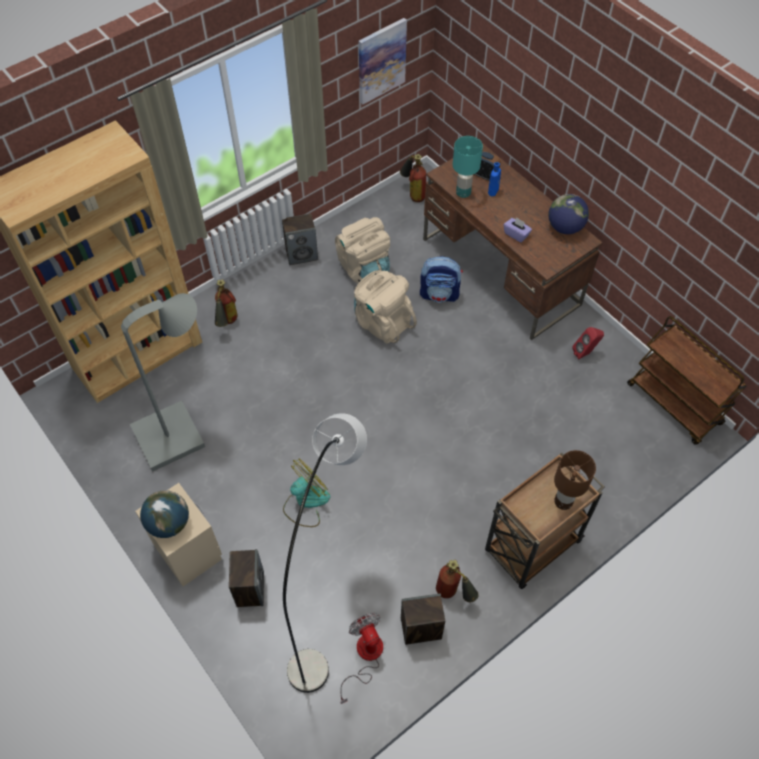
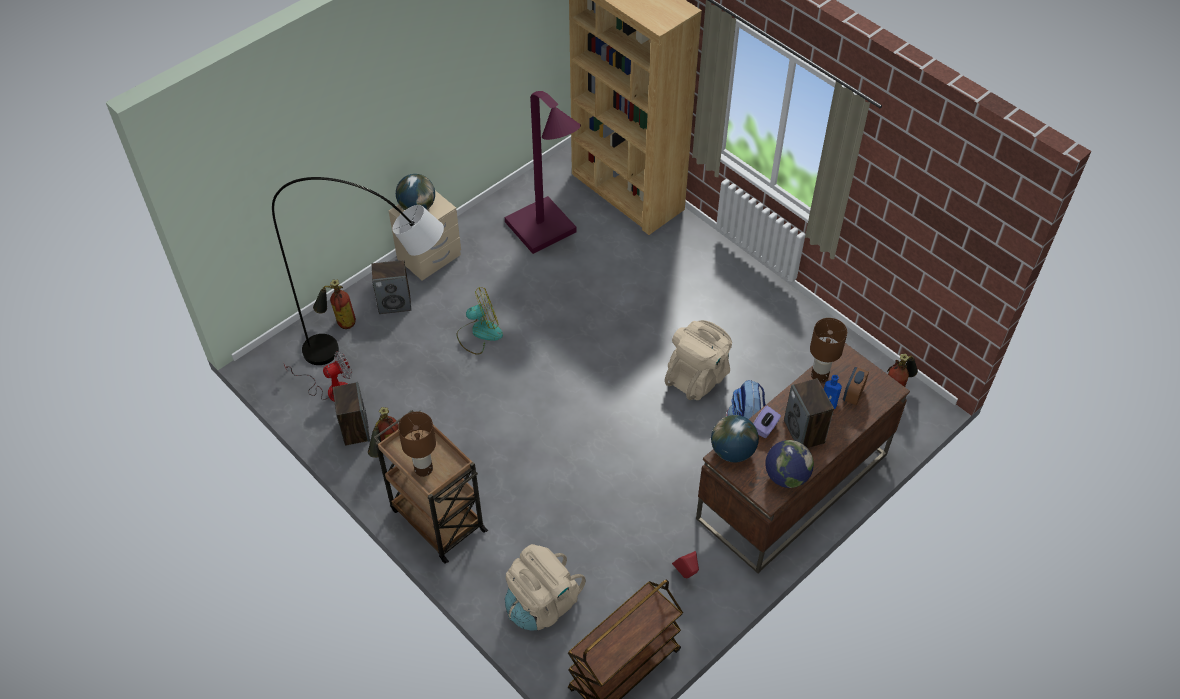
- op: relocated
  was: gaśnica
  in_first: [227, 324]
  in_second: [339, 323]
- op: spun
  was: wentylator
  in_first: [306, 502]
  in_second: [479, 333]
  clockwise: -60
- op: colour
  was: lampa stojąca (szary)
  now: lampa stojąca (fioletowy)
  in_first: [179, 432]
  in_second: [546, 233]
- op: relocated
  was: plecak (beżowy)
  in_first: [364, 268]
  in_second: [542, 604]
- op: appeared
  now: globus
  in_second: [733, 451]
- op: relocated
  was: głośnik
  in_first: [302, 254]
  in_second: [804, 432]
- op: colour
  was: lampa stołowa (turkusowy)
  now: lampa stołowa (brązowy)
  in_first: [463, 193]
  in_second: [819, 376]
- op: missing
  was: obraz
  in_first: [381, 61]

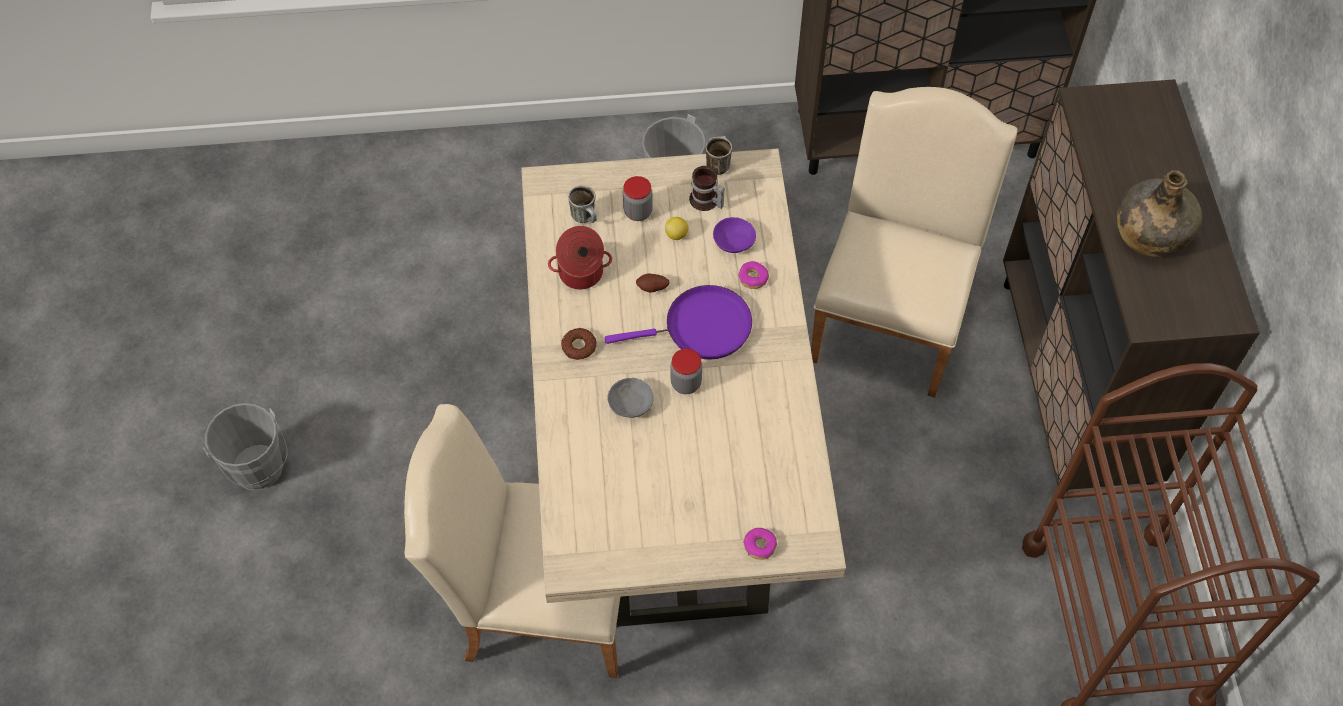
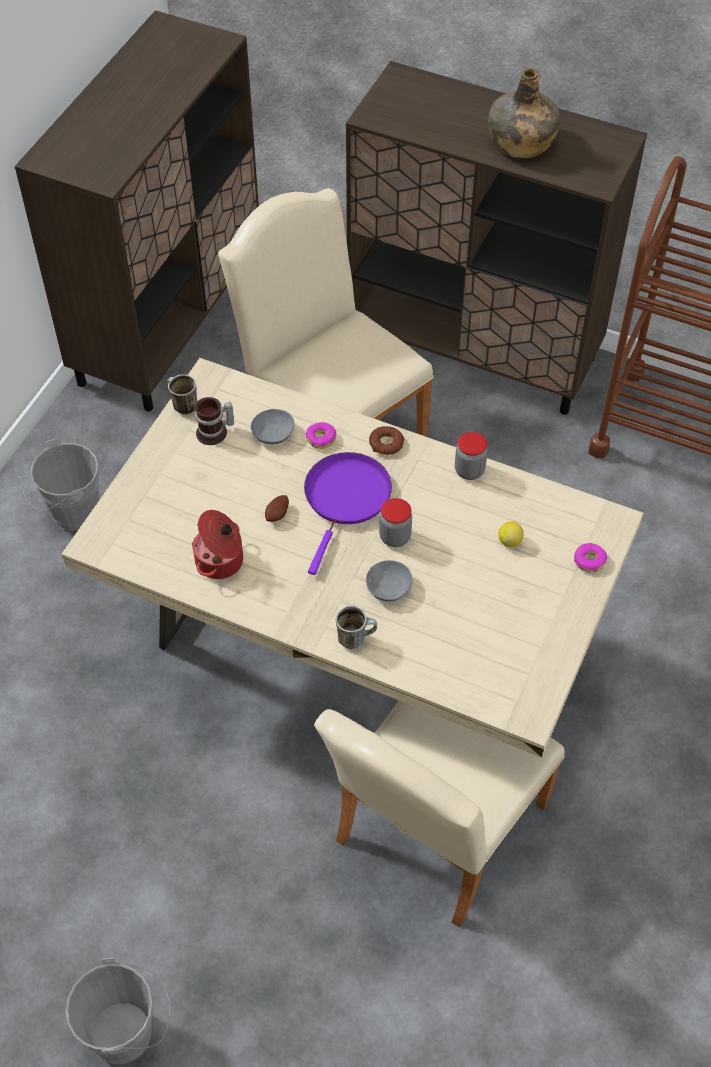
- op: colour
  was: miska (fioletowy)
  now: miska (szary)
  in_first: [735, 241]
  in_second: [273, 432]
- op: relocated
  was: kubek
  in_first: [586, 218]
  in_second: [356, 637]
- op: relocated
  was: donut
  in_first: [578, 346]
  in_second: [386, 444]
- op: relocated
  was: słoik
  in_first: [638, 212]
  in_second: [469, 470]
- op: relocated
  was: cytryna
  in_first: [676, 234]
  in_second: [509, 541]

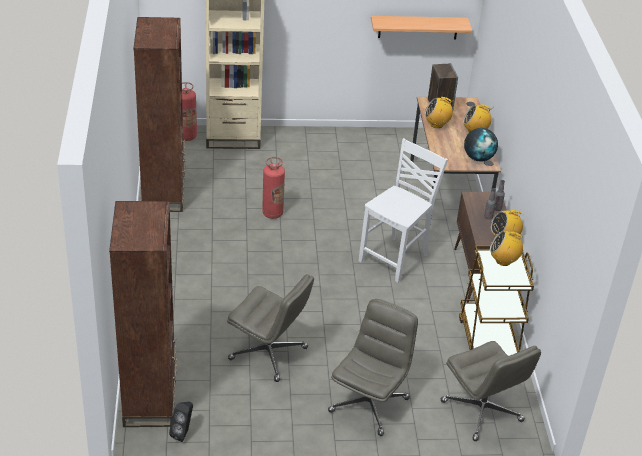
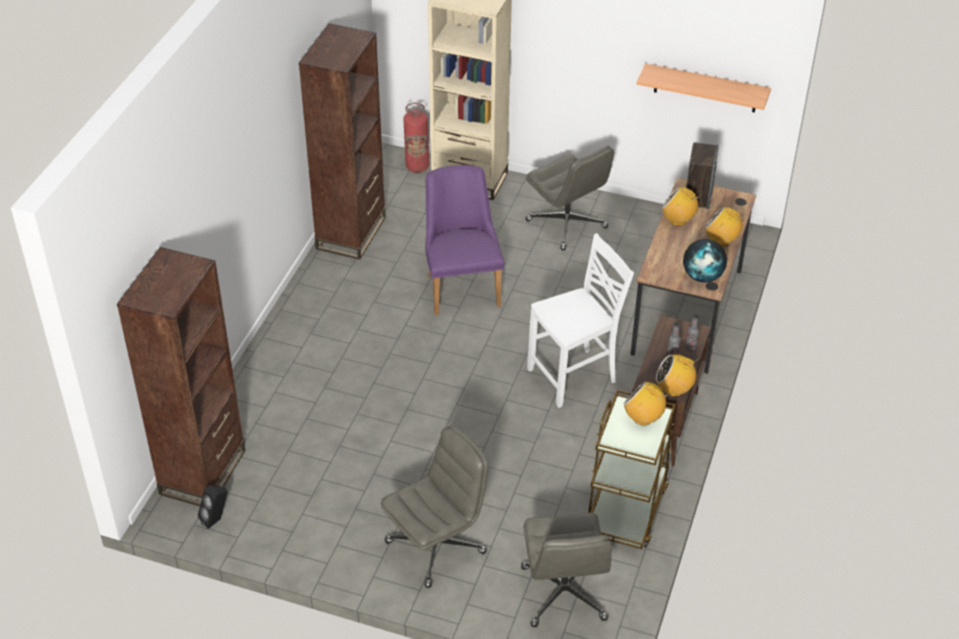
- op: exchanged
  was: gaśnica
  now: krzesło (fioletowy)
  in_first: [272, 213]
  in_second: [461, 285]
- op: relocated
  was: krzesło biurowe (szary)
  in_first: [269, 354]
  in_second: [567, 225]

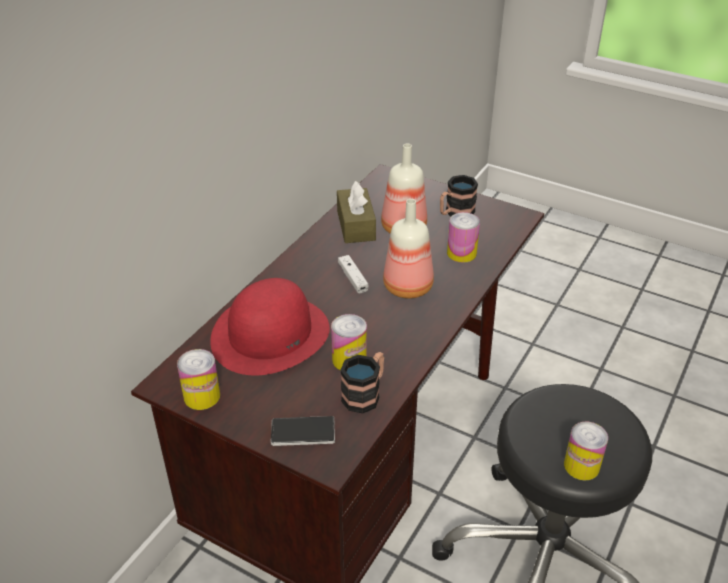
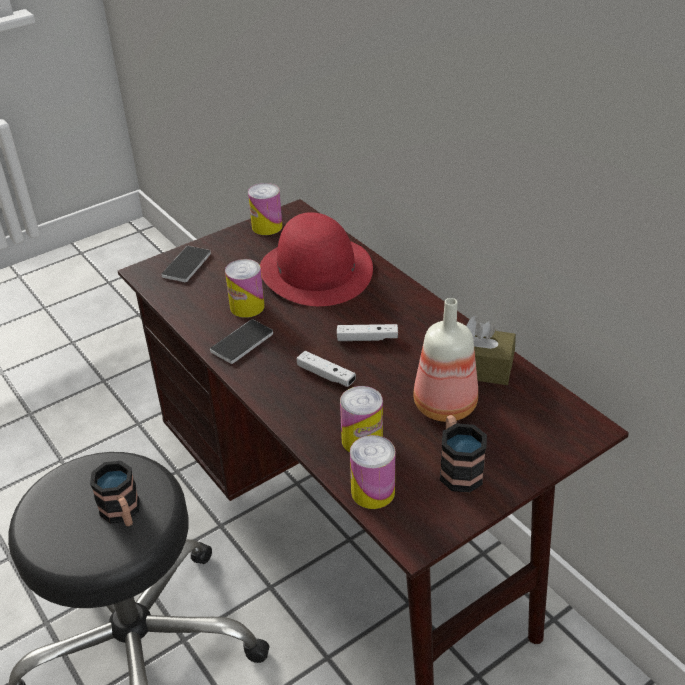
- op: relocated
  was: kubek
  in_first: [365, 394]
  in_second: [122, 513]
- op: appeared
  now: telefon
  in_second: [242, 343]
- op: exchanged
  was: butelka
  now: pad do gier (biały)
  in_first: [409, 287]
  in_second: [326, 375]
- op: relocated
  was: puszka
  in_first: [581, 466]
  in_second: [373, 492]

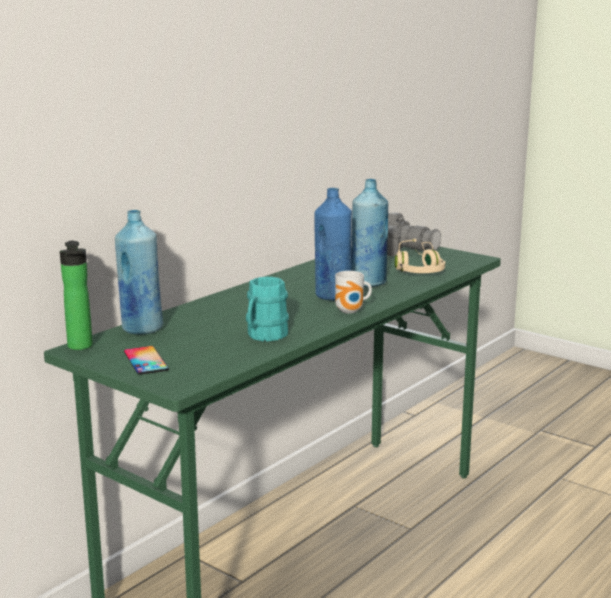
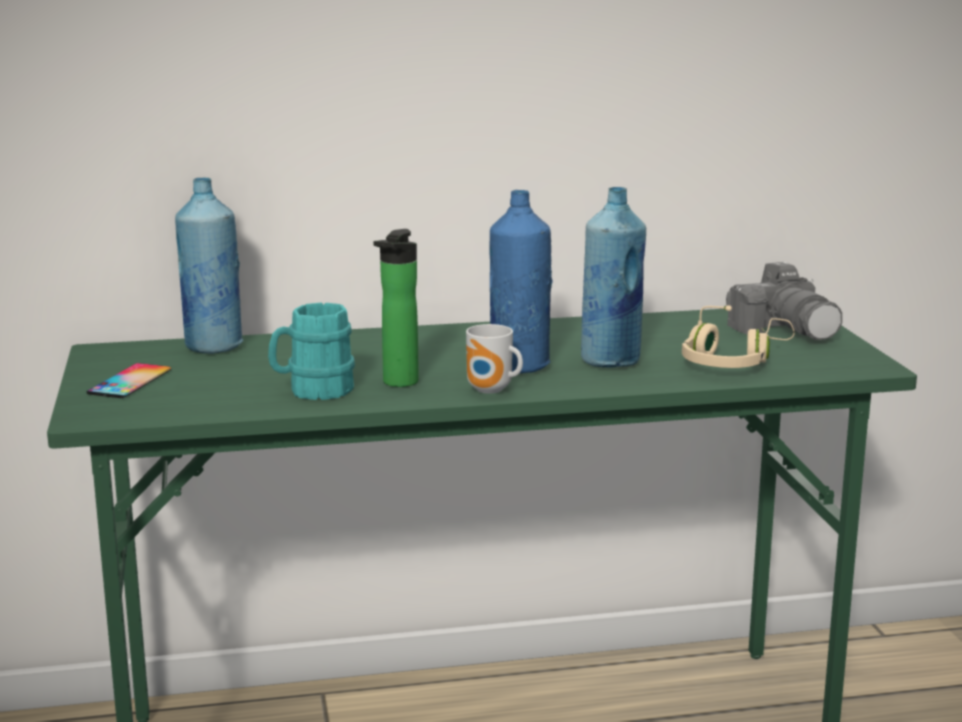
- op: relocated
  was: butelka
  in_first: [80, 347]
  in_second: [398, 383]

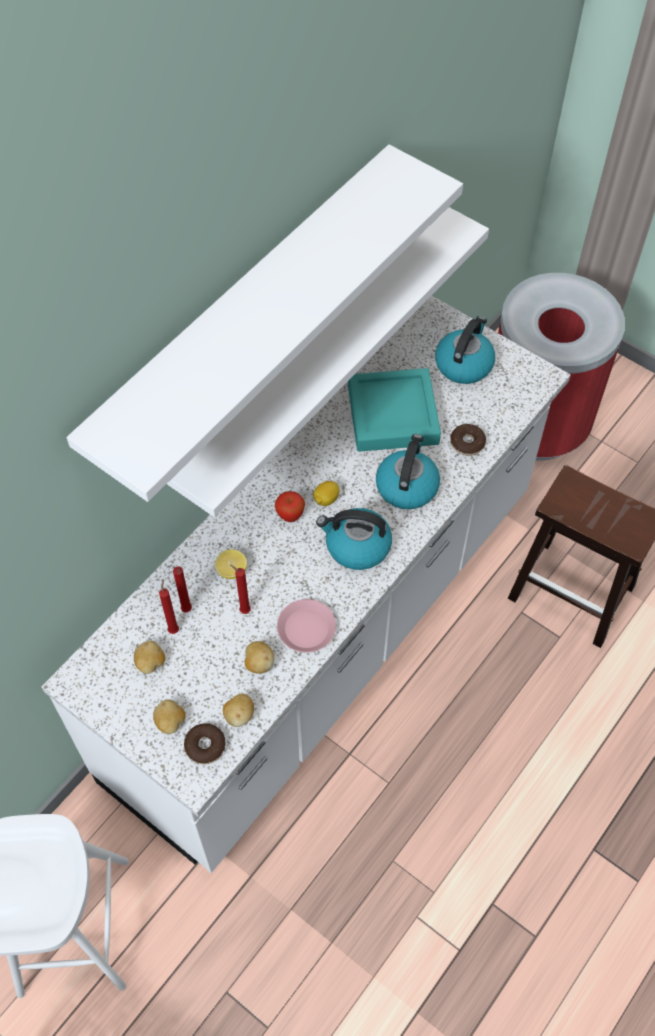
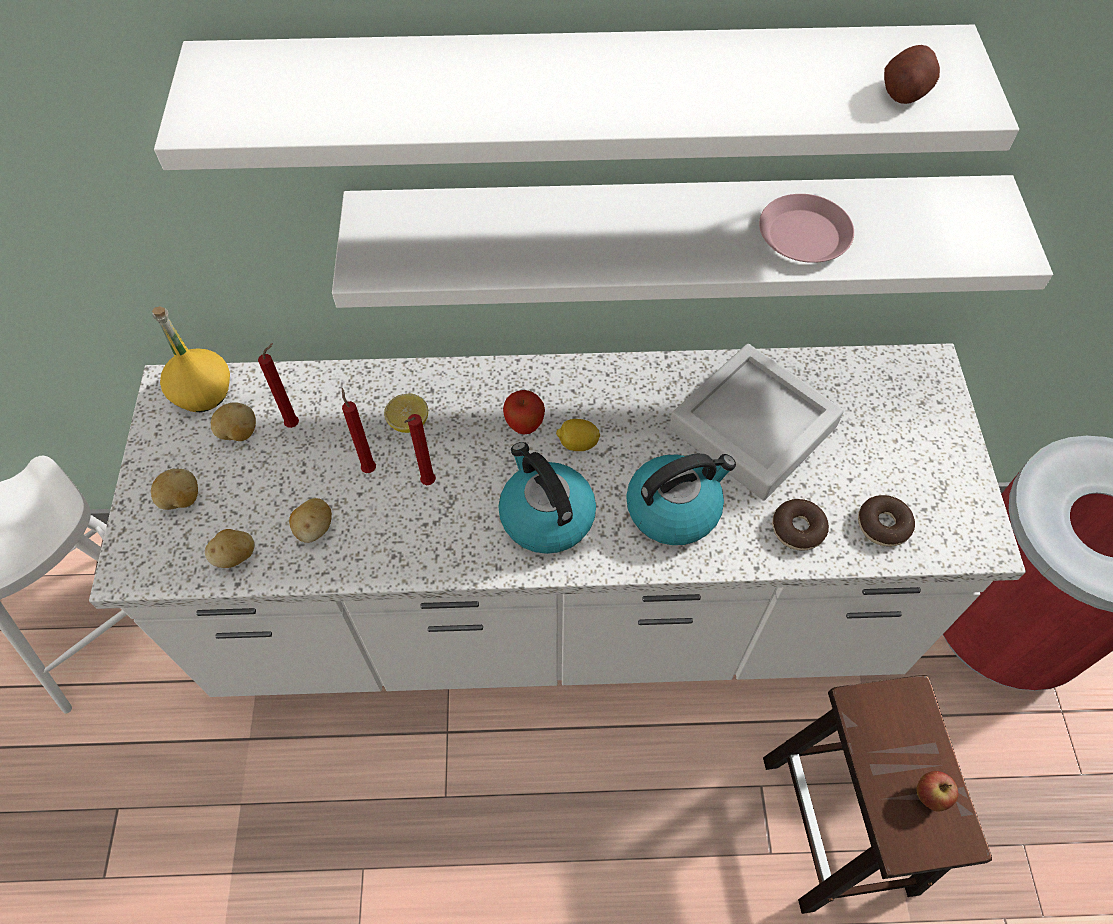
- op: appeared
  now: butelka (żółty)
  in_second: [203, 392]
- op: relocated
  was: świeca (czerwony)
  in_first: [187, 611]
  in_second: [427, 483]
- op: colour
  was: taca (turkusowy)
  now: taca (szary)
  in_first: [392, 415]
  in_second: [752, 427]
- op: relocated
  was: talerz (różowy)
  in_first: [307, 628]
  in_second: [804, 236]
- op: relocated
  was: donut
  in_first: [205, 746]
  in_second: [883, 525]
- op: appeared
  now: ziemniak
  in_second: [904, 92]
- op: appeared
  now: jabłko
  in_second: [929, 795]
- op: missing
  was: czajnik
  in_first: [464, 364]

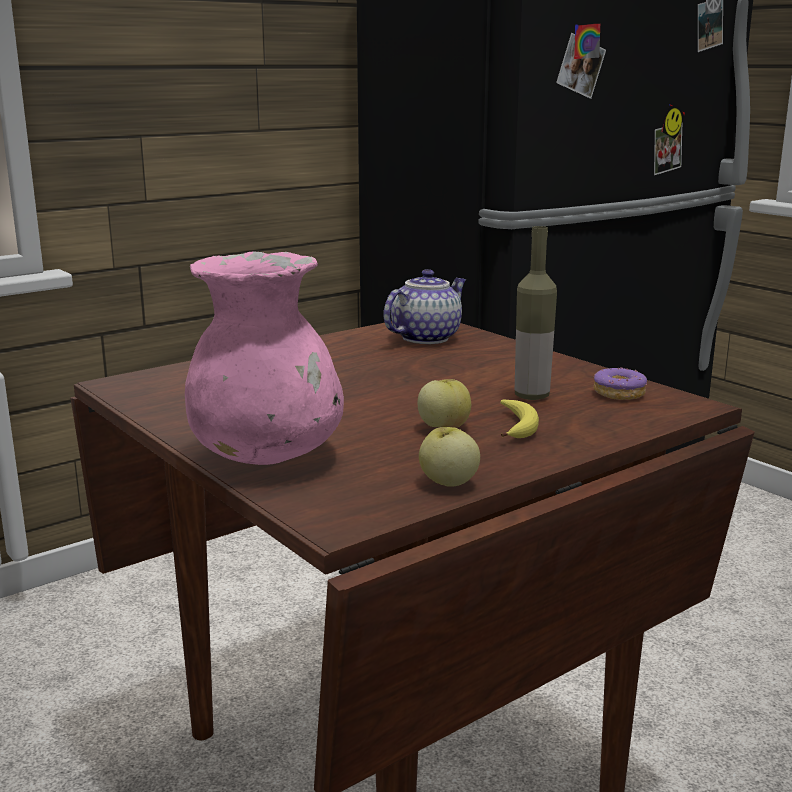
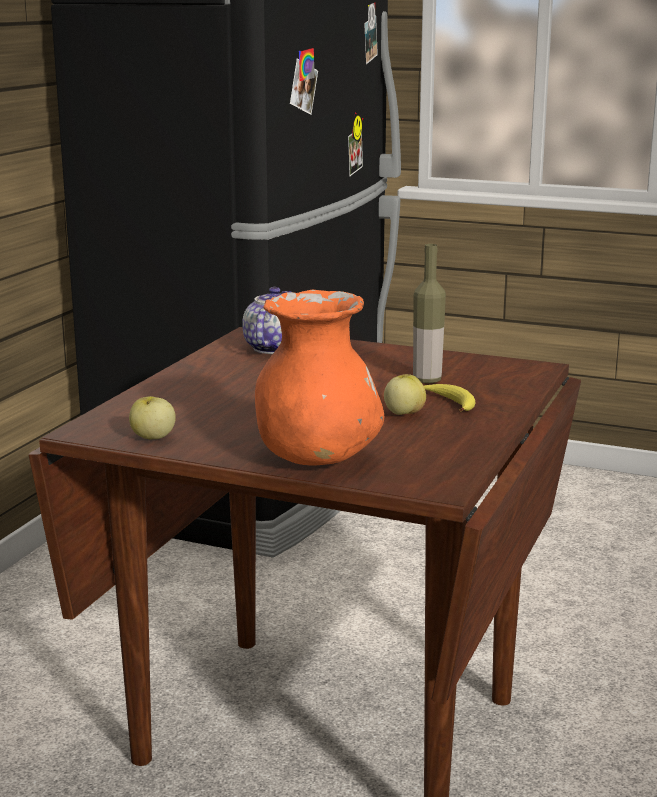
- op: relocated
  was: jabłko
  in_first: [448, 483]
  in_second: [152, 437]
- op: colour
  was: wazon (różowy)
  now: wazon (pomarańczowy)
  in_first: [267, 456]
  in_second: [316, 459]
- op: missing
  was: donut
  in_first: [619, 393]

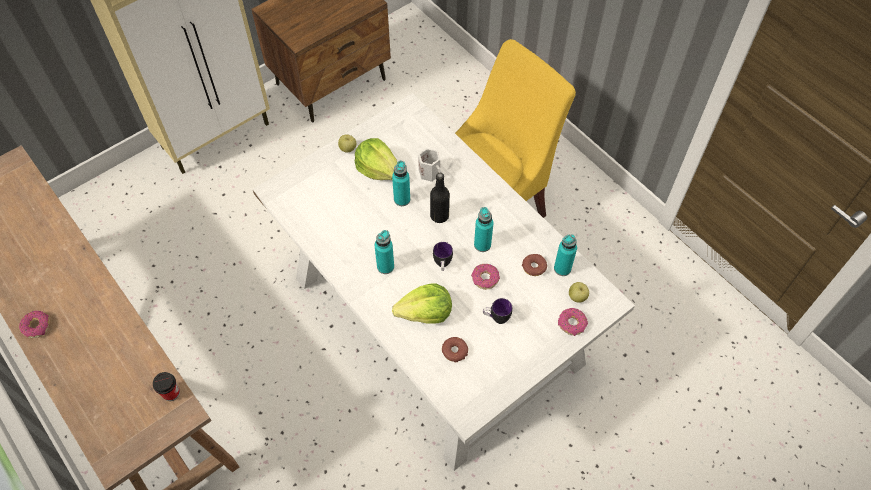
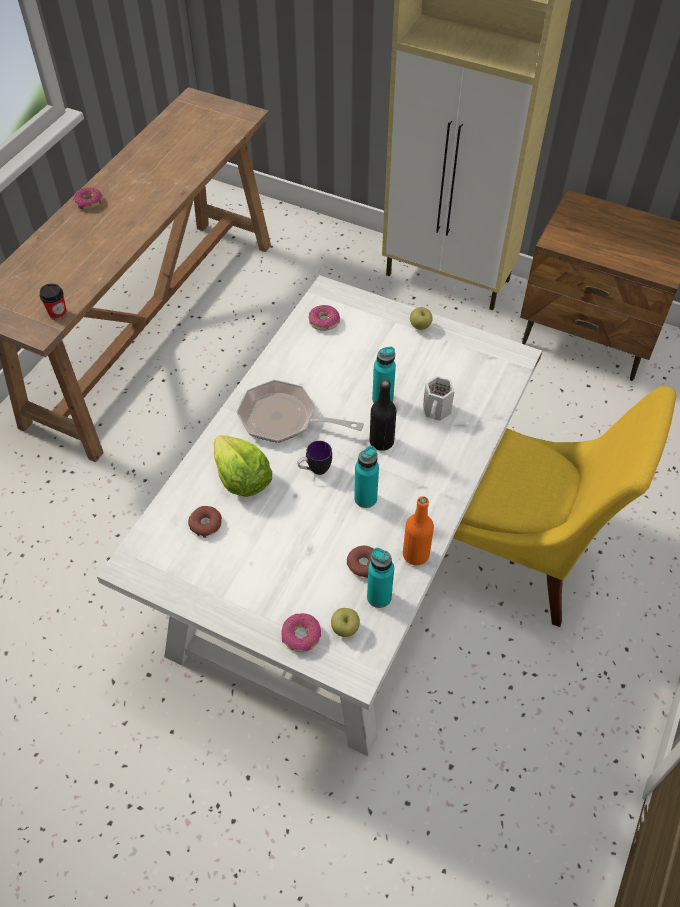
- op: exchanged
  was: butelka (turkusowy)
  now: patelnia
  in_first: [385, 266]
  in_second: [284, 419]
- op: relocated
  was: donut
  in_first: [485, 279]
  in_second: [324, 321]
- op: appeared
  now: butelka (pomarańczowy)
  in_second: [416, 554]
- op: missing
  was: sałata
  in_first: [378, 169]
- op: missing
  was: kubek
  in_first: [496, 318]

